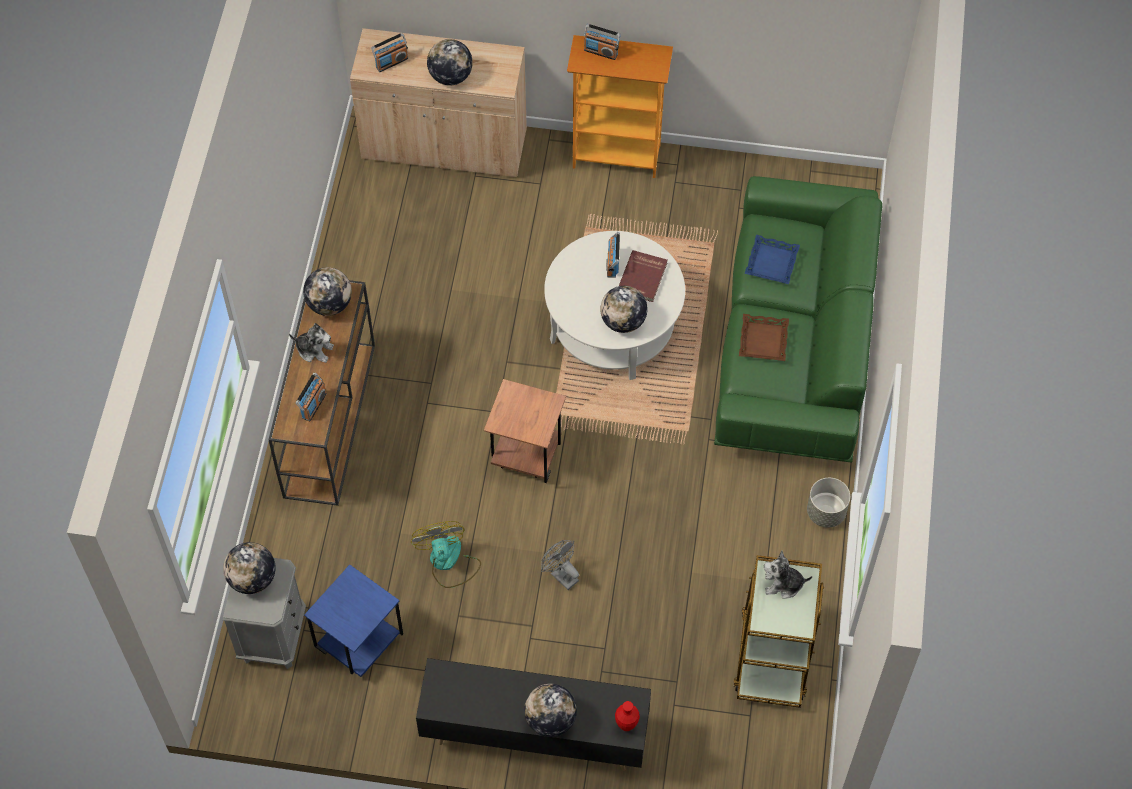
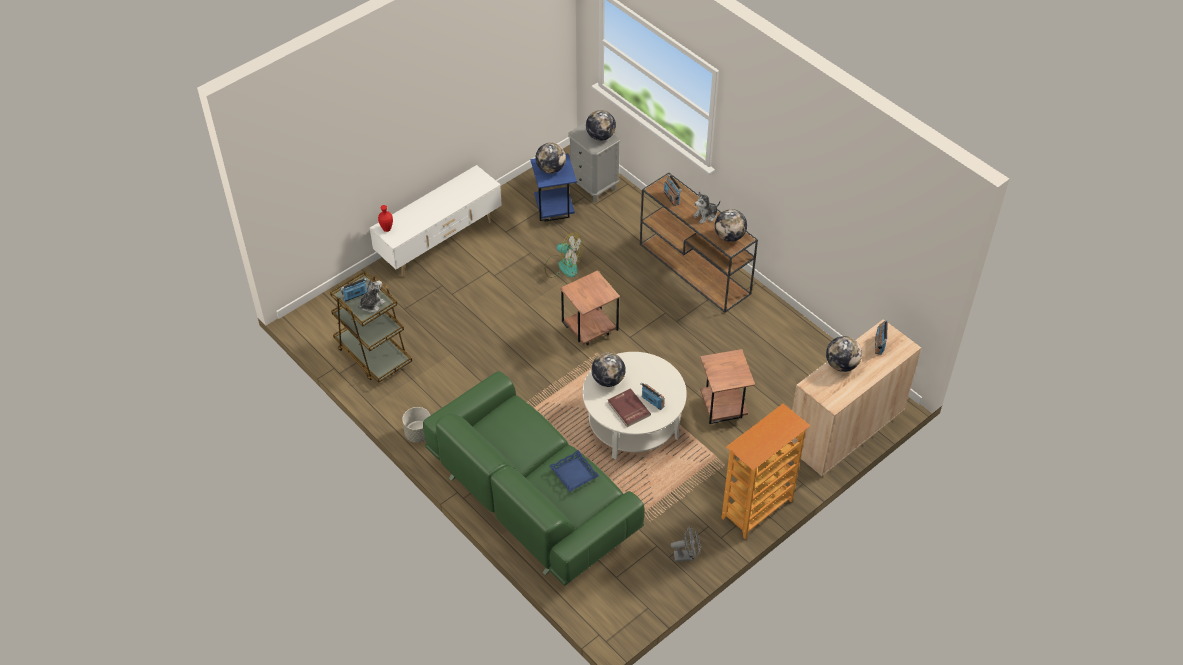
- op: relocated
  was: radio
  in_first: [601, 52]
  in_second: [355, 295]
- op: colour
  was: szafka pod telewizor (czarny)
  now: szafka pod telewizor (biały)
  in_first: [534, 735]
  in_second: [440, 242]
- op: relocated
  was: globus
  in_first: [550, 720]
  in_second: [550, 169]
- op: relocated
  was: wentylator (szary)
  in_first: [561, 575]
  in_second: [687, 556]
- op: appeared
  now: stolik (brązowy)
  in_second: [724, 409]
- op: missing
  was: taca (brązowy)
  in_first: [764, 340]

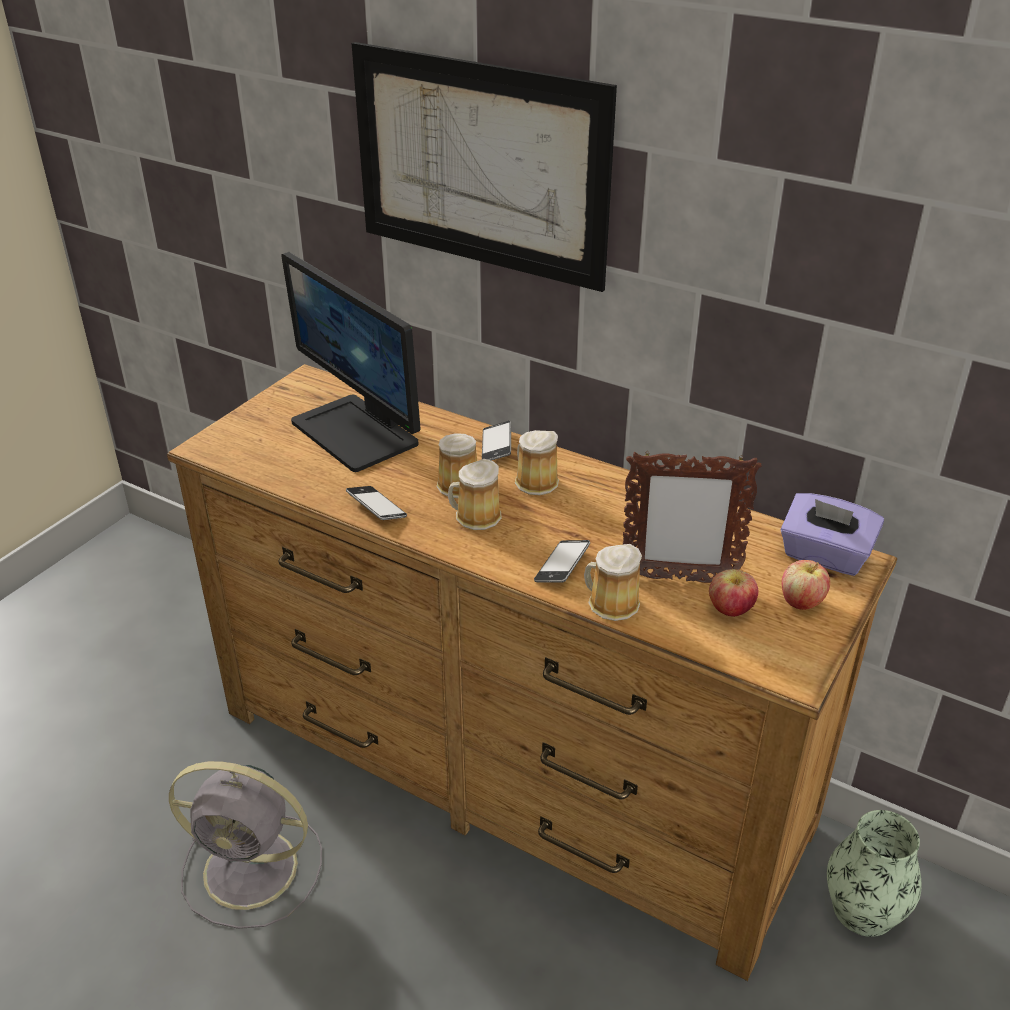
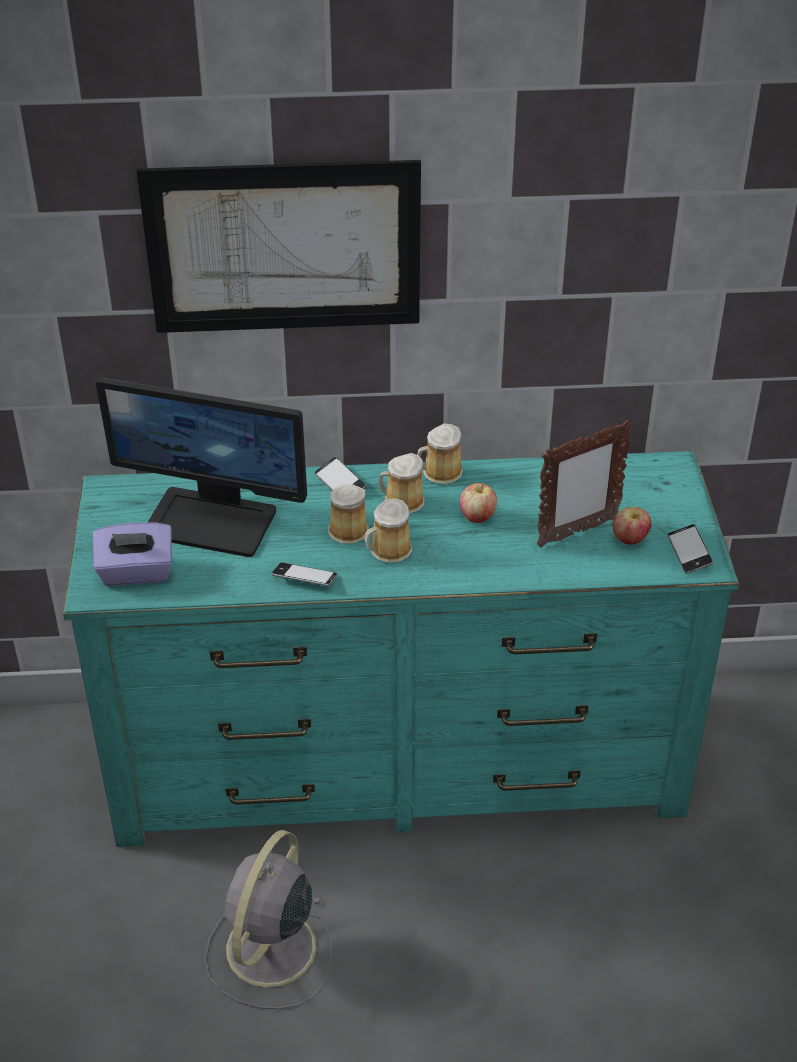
- op: colour
  was: komoda (brązowy)
  now: komoda (turkusowy)
  in_first: [508, 767]
  in_second: [398, 762]
- op: relocated
  was: pudełko chusteczek (fioletowy)
  in_first: [824, 556]
  in_second: [136, 573]
- op: spun
  was: wentylator (szary)
  in_first: [255, 869]
  in_second: [269, 951]
  clockwise: 135
- op: relocated
  was: kubek
  in_first: [610, 603]
  in_second: [439, 473]
- op: relocated
  was: jabłko
  in_first: [801, 602]
  in_second: [477, 517]
- op: relocated
  was: telefon
  in_first: [562, 566]
  in_second: [689, 553]
- op: missing
  was: wazon
  in_first: [863, 909]

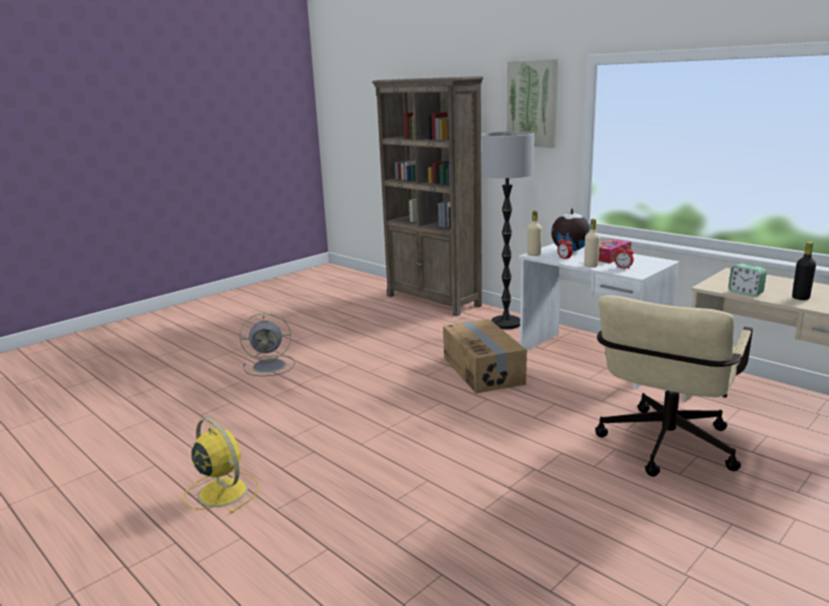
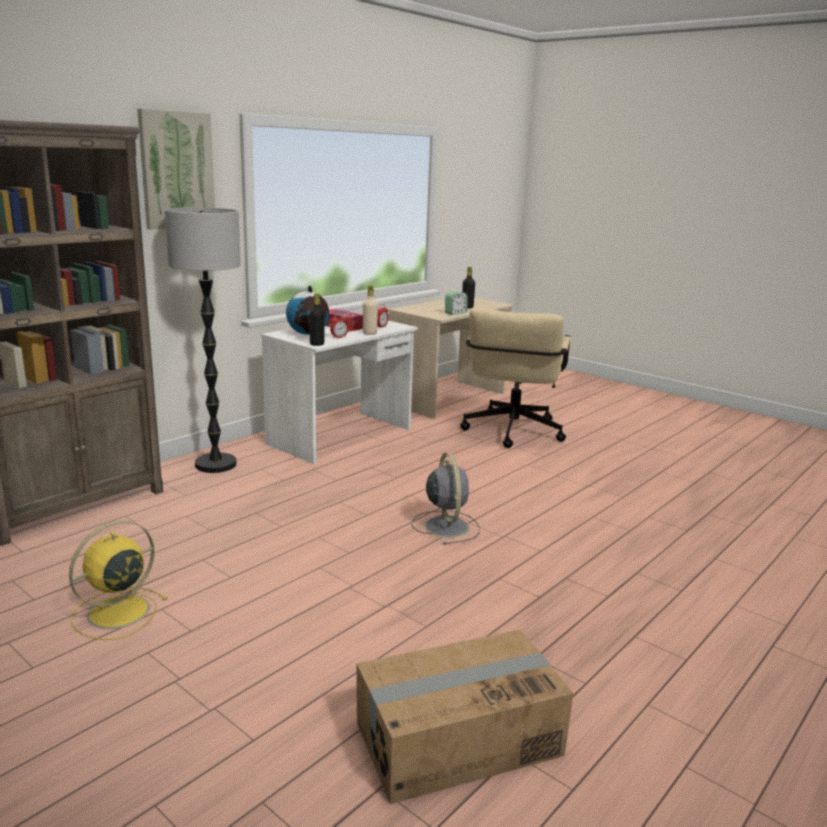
- op: relocated
  was: wentylator (żółty)
  in_first: [221, 491]
  in_second: [116, 613]
- op: colour
  was: butelka (beżowy)
  now: butelka (czarny)
  in_first: [534, 254]
  in_second: [317, 344]
- op: relocated
  was: karton
  in_first: [483, 370]
  in_second: [457, 738]
- op: relocated
  was: wentylator (szary)
  in_first: [270, 366]
  in_second: [446, 526]
- op: spun
  was: krzesło biurowe (beżowy)
  in_first: [663, 449]
  in_second: [511, 434]
  clockwise: 75

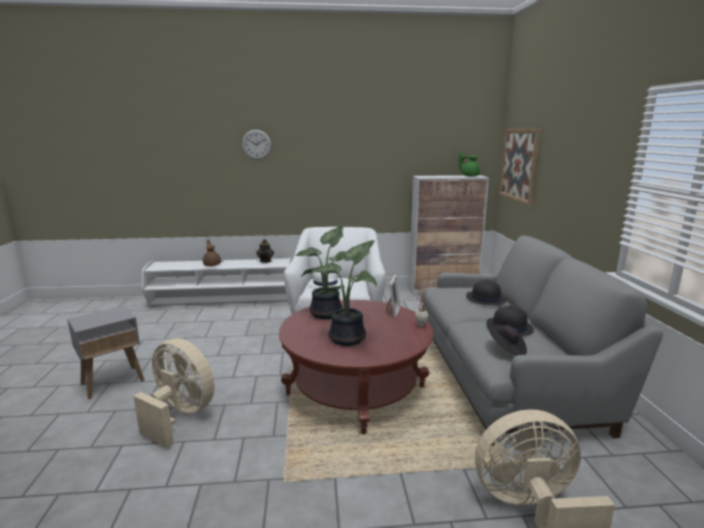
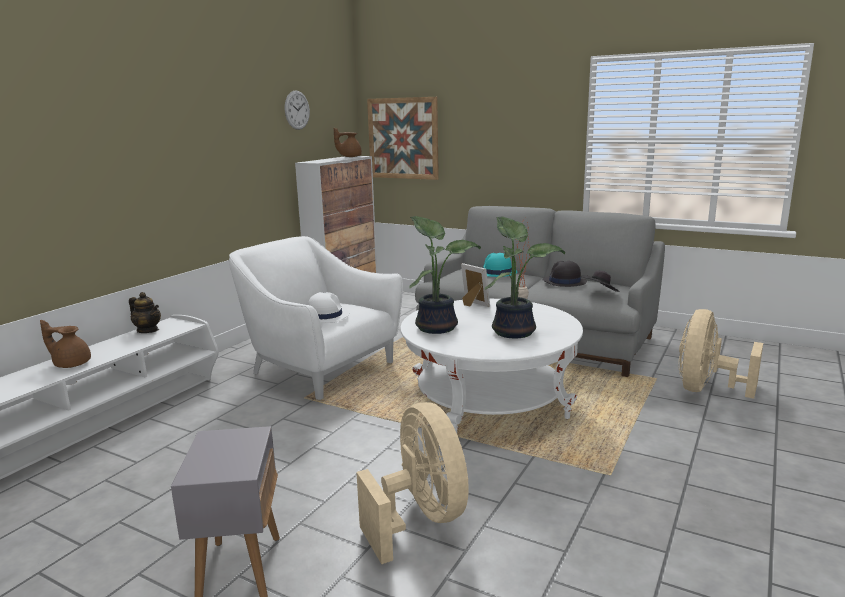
- op: relocated
  was: zegar ścienny
  in_first: [256, 144]
  in_second: [297, 110]
- op: colour
  was: imbryk (zielony)
  now: imbryk (brązowy)
  in_first: [469, 176]
  in_second: [349, 157]
- op: spun
  was: wentylator (beżowy)
  in_first: [180, 415]
  in_second: [420, 519]
  clockwise: 90
- op: colour
  was: ława (czerwony)
  now: ława (biały)
  in_first: [355, 390]
  in_second: [489, 402]
- op: colour
  was: kapelusz (czarny)
  now: kapelusz (turkusowy)
  in_first: [485, 299]
  in_second: [496, 273]

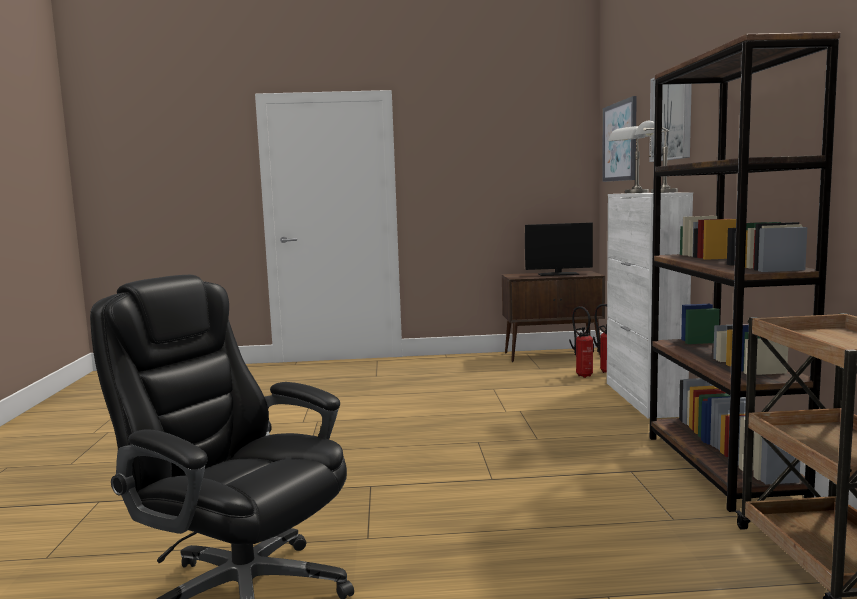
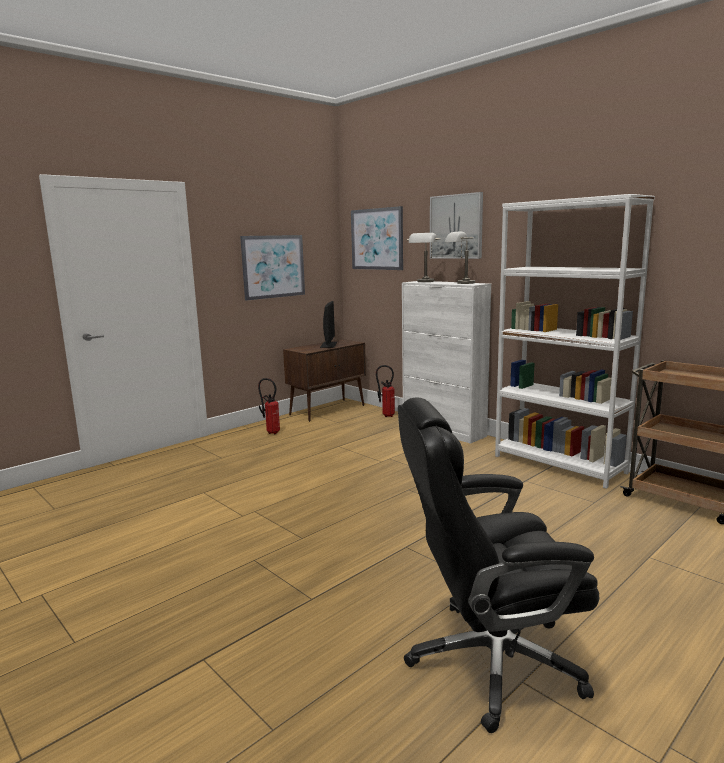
- op: appeared
  now: obraz
  in_second: [273, 266]
- op: relocated
  was: gaśnica
  in_first: [583, 375]
  in_second: [271, 432]
- op: spun
  was: monitor
  in_first: [558, 274]
  in_second: [328, 344]
  clockwise: -45
- op: colour
  was: regał (brązowy)
  now: regał (biały)
  in_first: [721, 468]
  in_second: [559, 464]

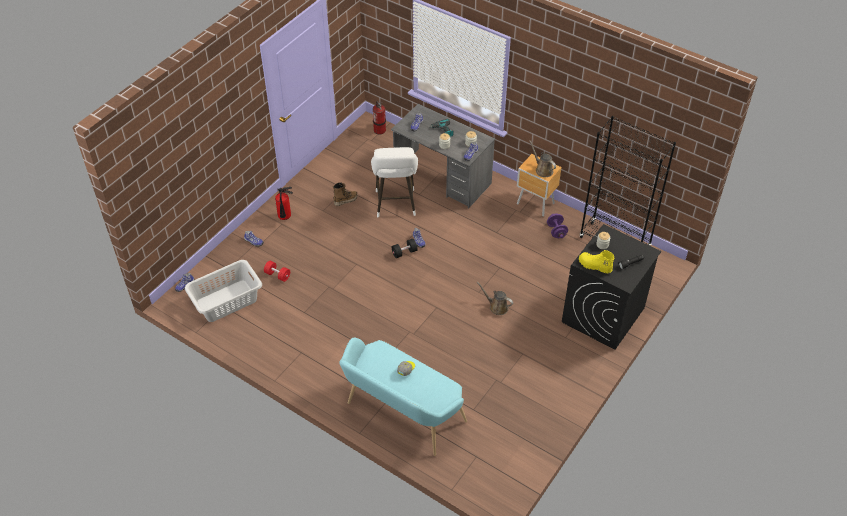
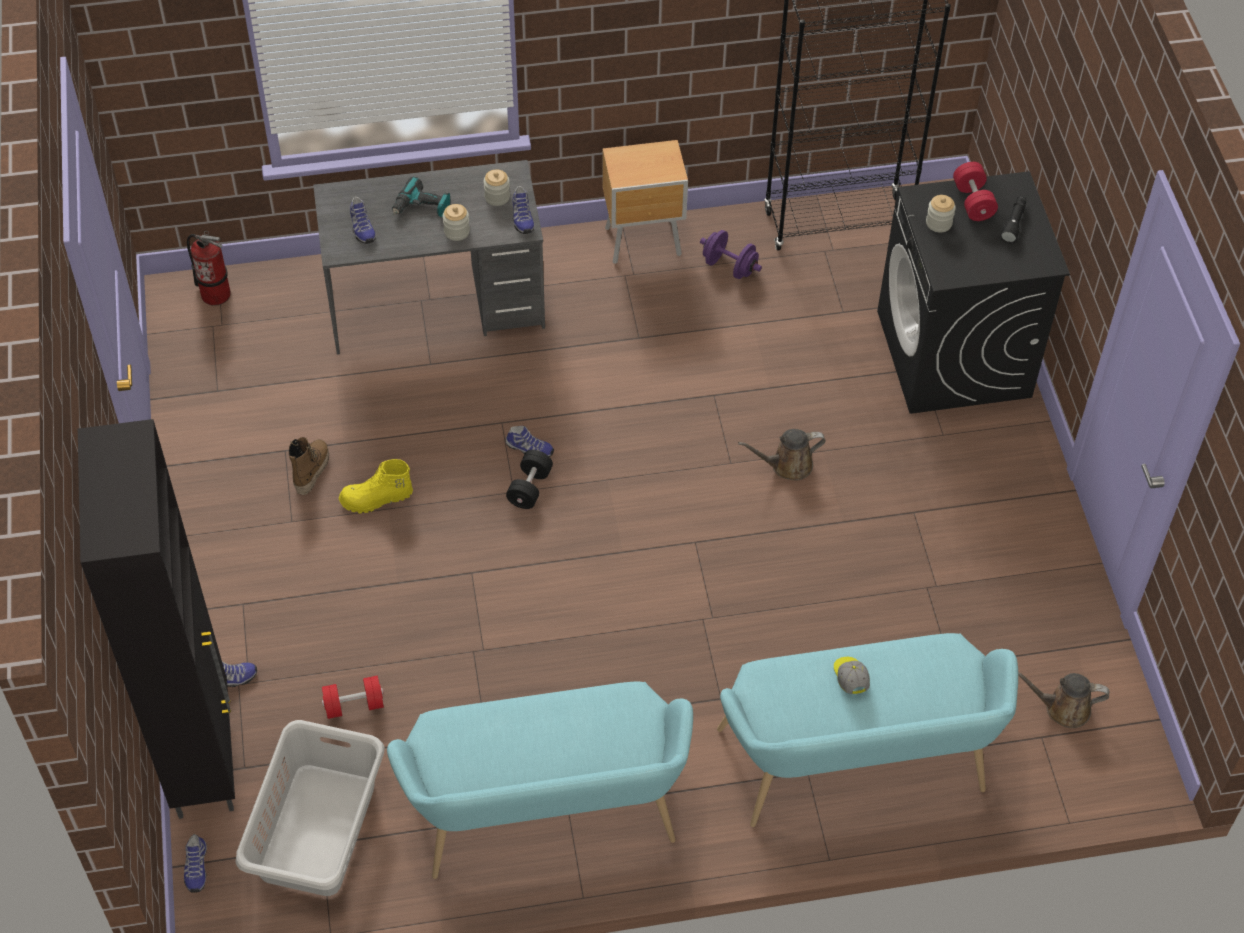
- op: appeared
  now: szafka (czarny)
  in_second: [204, 755]
- op: relocated
  was: but z cholewką (żółty)
  in_first: [594, 266]
  in_second: [376, 499]
- op: appeared
  now: ławka (turkusowy)
  in_second: [546, 820]
- op: appeared
  now: hantel (czerwony)
  in_second: [973, 202]
- op: relocated
  was: konewka (brązowy)
  in_first: [543, 170]
  in_second: [1062, 708]
- op: missing
  was: gaśnica
  in_first: [285, 218]
- op: missing
  was: stołek (biały)
  in_first: [395, 205]

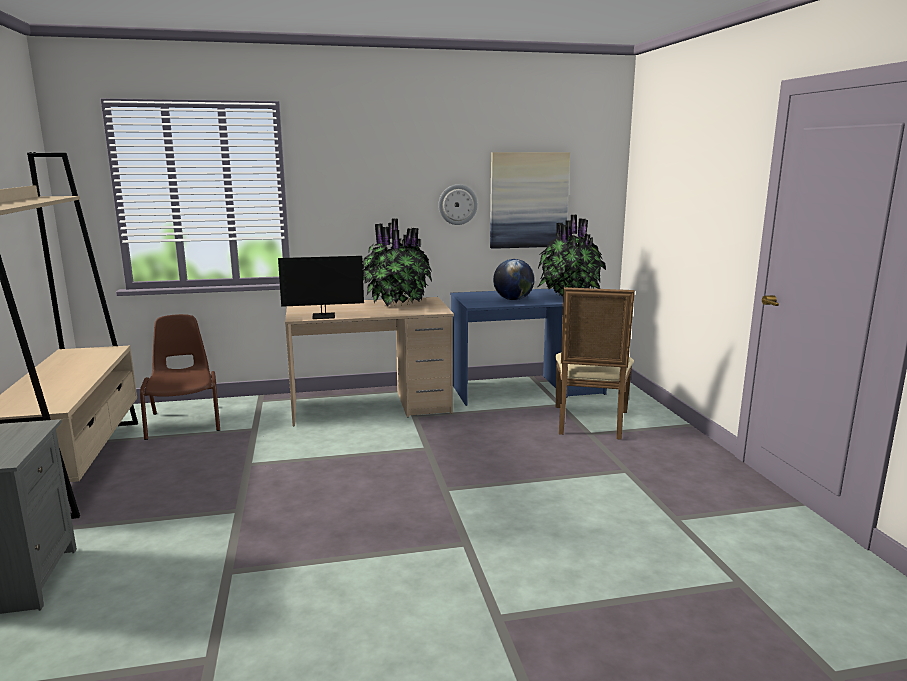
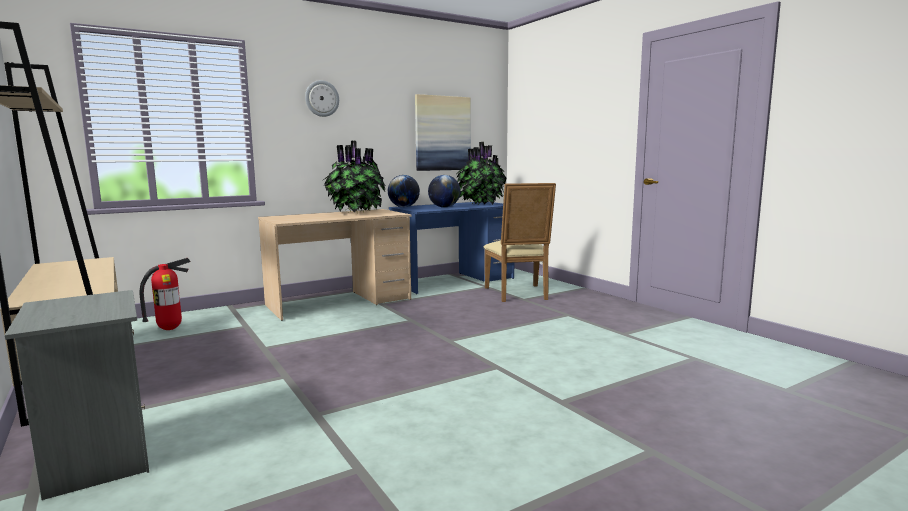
- op: exchanged
  was: krzesło (brązowy)
  now: gaśnica
  in_first: [185, 422]
  in_second: [170, 329]
- op: relocated
  was: zegar ścienny
  in_first: [457, 204]
  in_second: [322, 98]
- op: appeared
  now: globus
  in_second: [404, 207]
- op: missing
  was: monitor
  in_first: [328, 316]

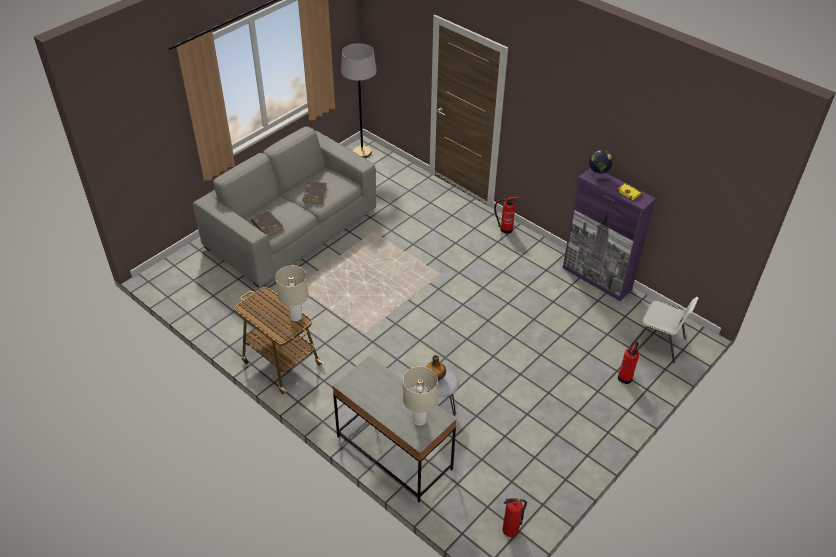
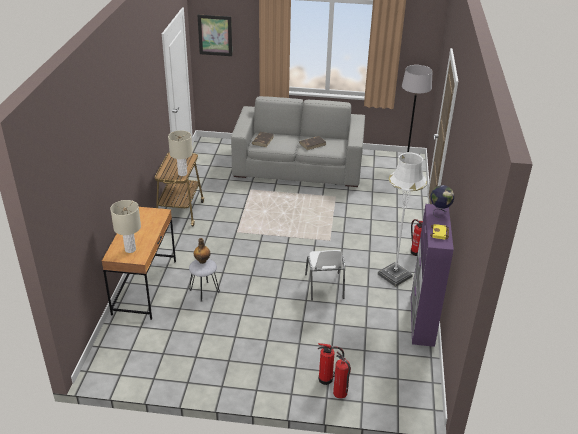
- op: colour
  was: biurko (szary)
  now: biurko (brązowy)
  in_first: [394, 452]
  in_second: [145, 287]
- op: appeared
  now: obraz
  in_second: [215, 35]
- op: relocated
  was: krzesło (biały)
  in_first: [658, 343]
  in_second: [324, 287]
- op: relocated
  was: gaśnica
  in_first: [510, 529]
  in_second: [340, 393]
- op: appeared
  now: lampa stojąca (biały)
  in_second: [394, 275]

